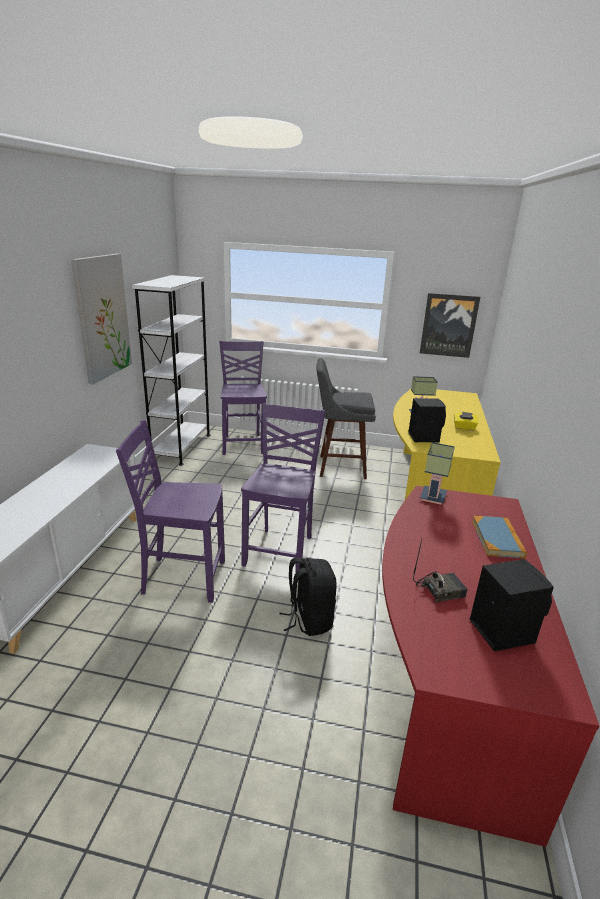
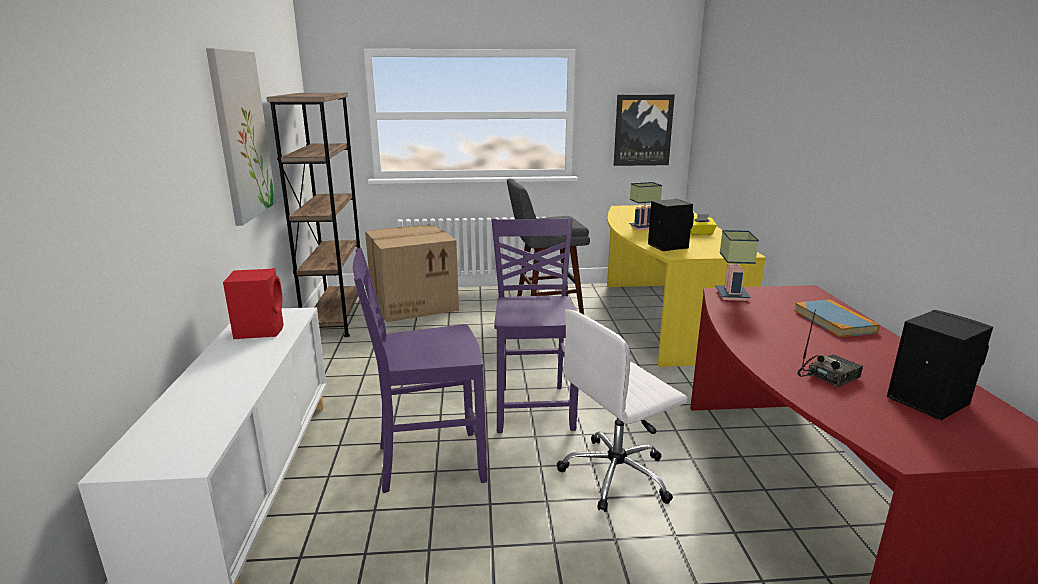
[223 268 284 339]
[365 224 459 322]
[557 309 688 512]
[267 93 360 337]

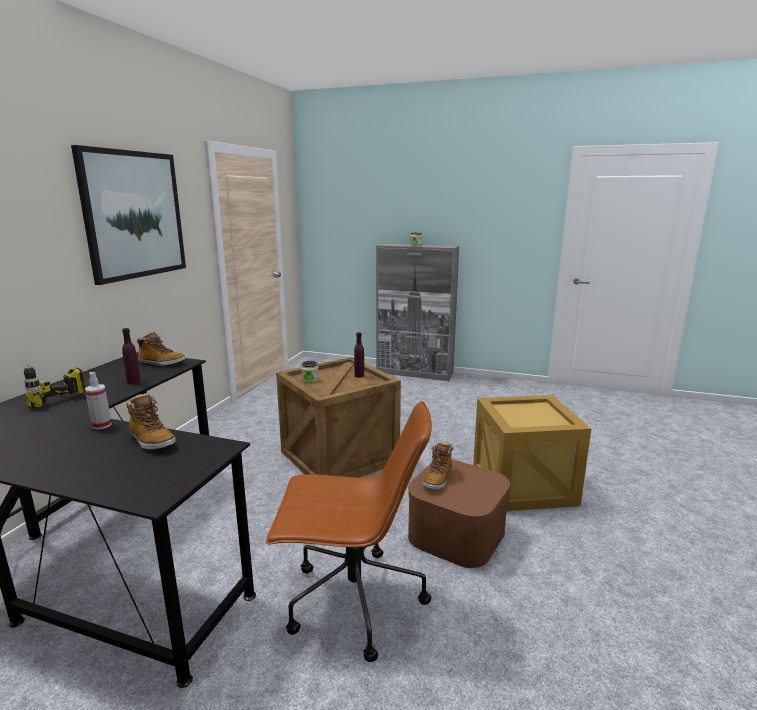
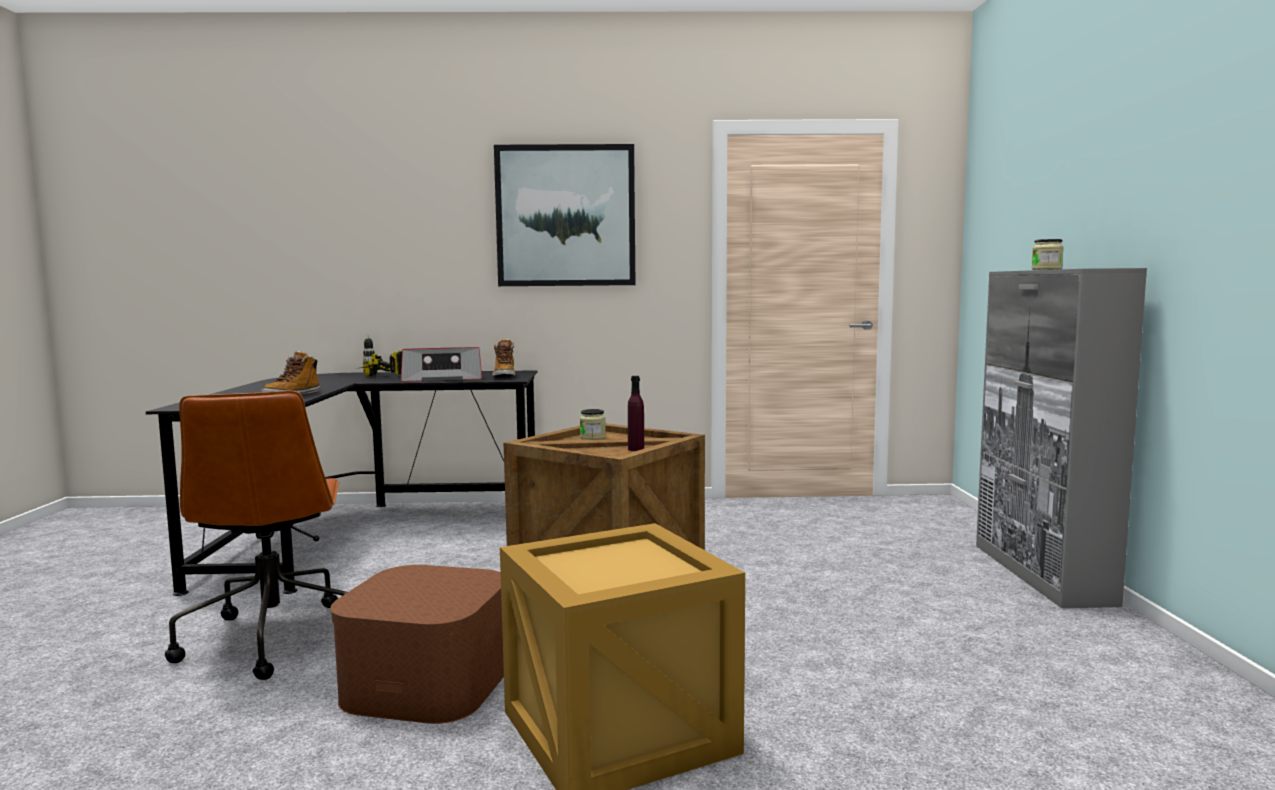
[85 372 112 430] (first image)
[423 442 453 490] (first image)
[401 347 482 382]

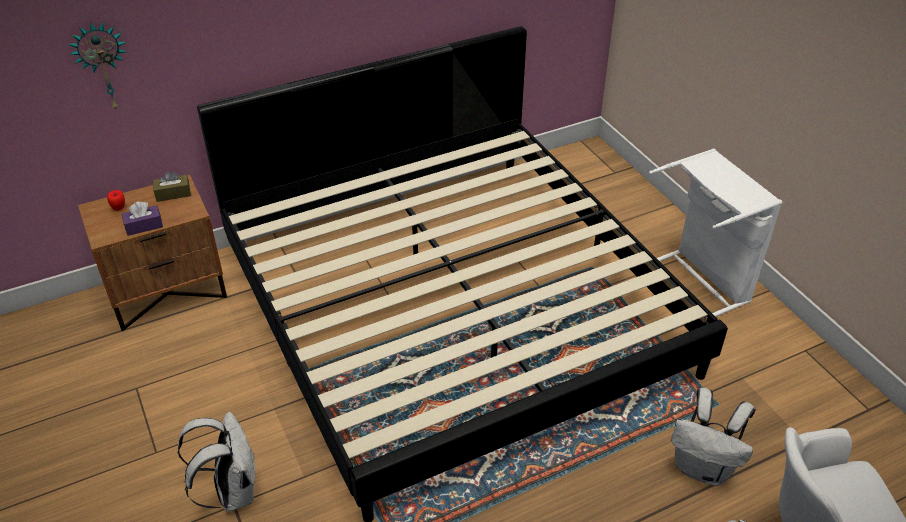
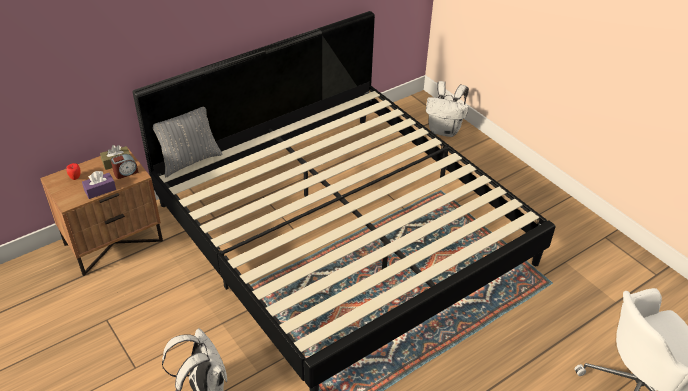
[68 22 126 111] (first image)
[649 148 782 317] (first image)
[111 154 139 179]
[153 107 222 177]
[426 81 469 137]

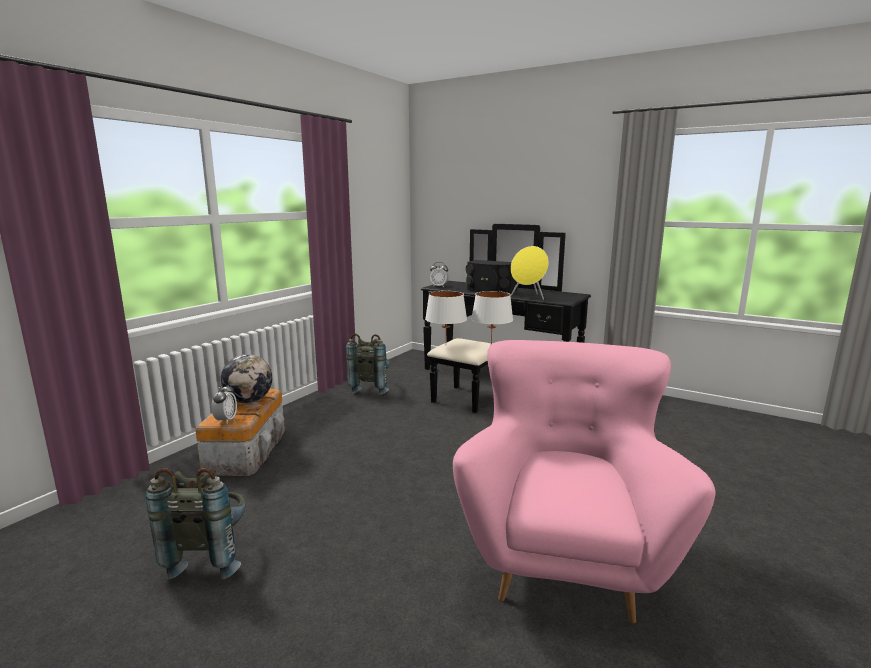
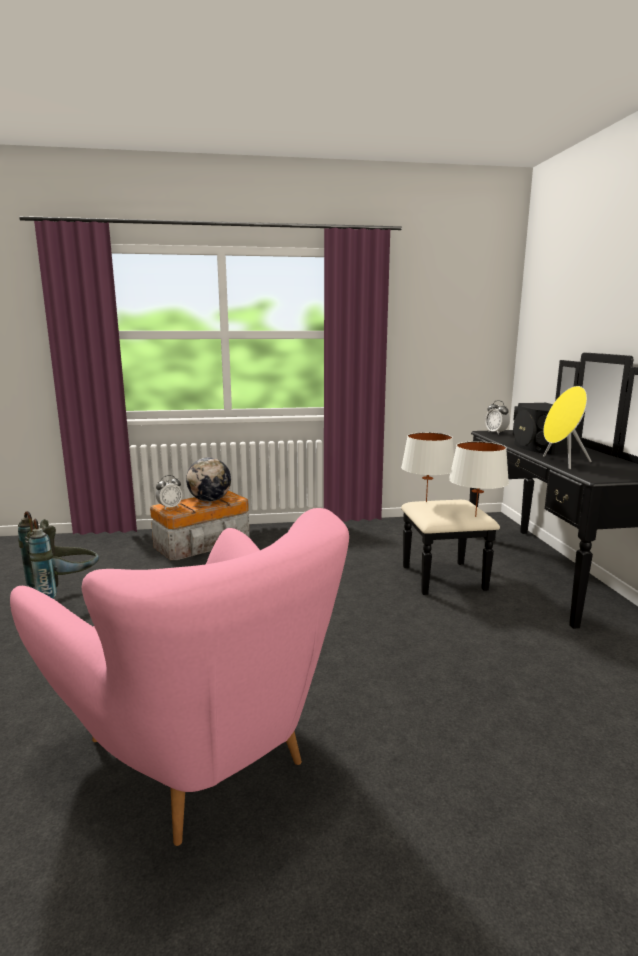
[346 334 390 395] (first image)
[10 508 349 846]

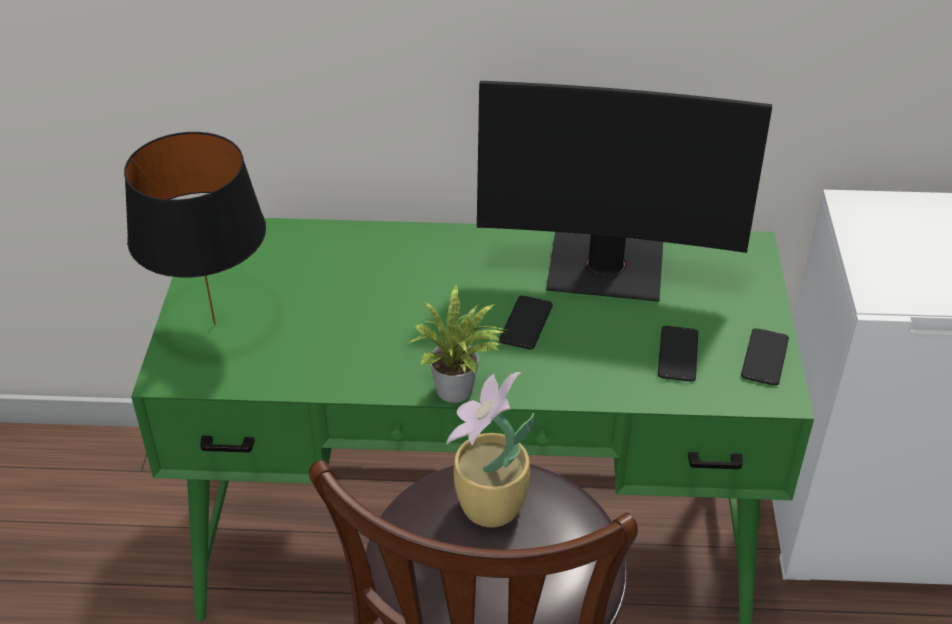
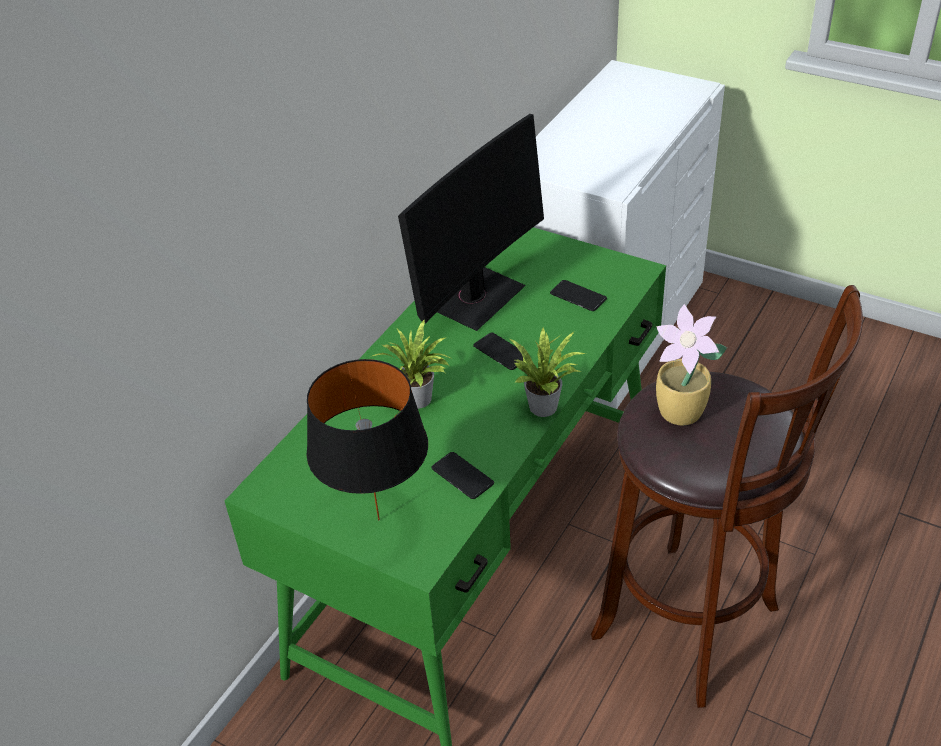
[371 319 453 409]
[431 452 494 499]

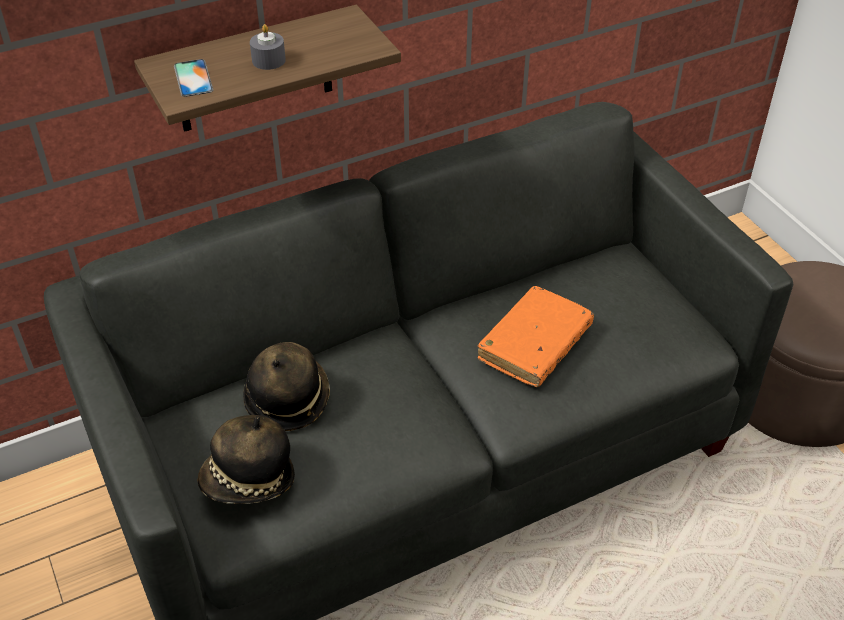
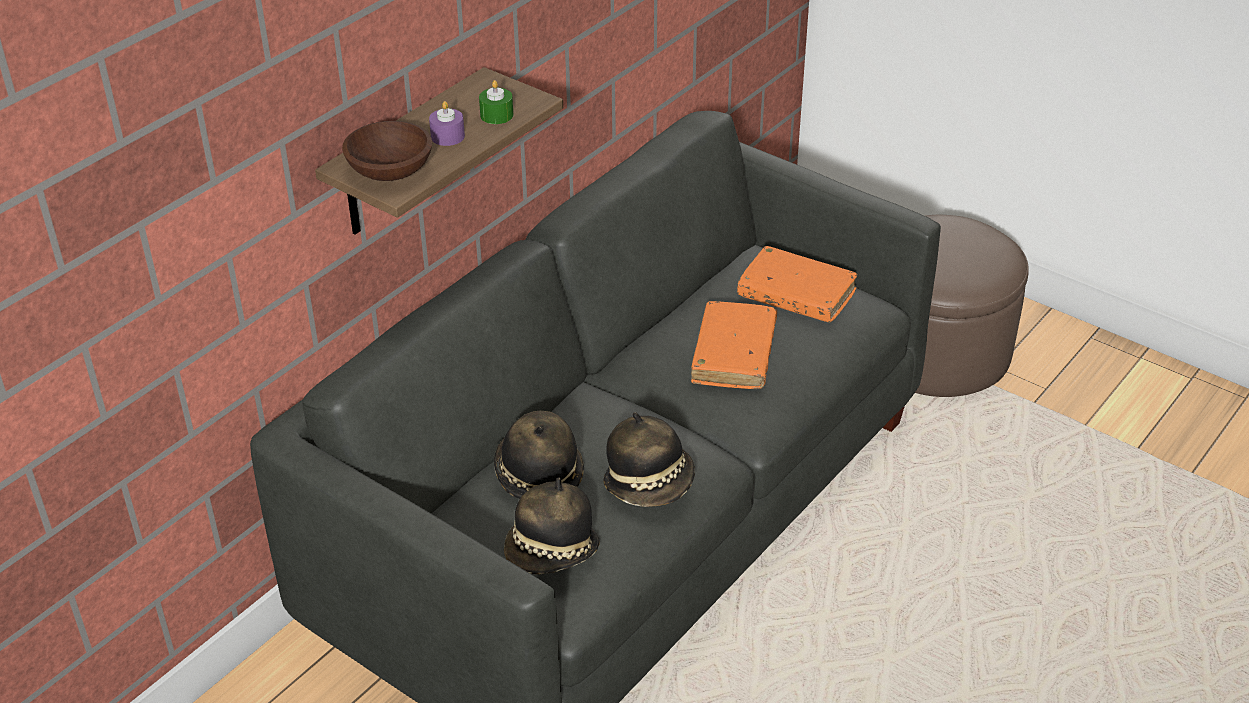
[479 80 513 124]
[603 412 695 507]
[737 246 857 323]
[342 121 432 181]
[429 101 465 146]

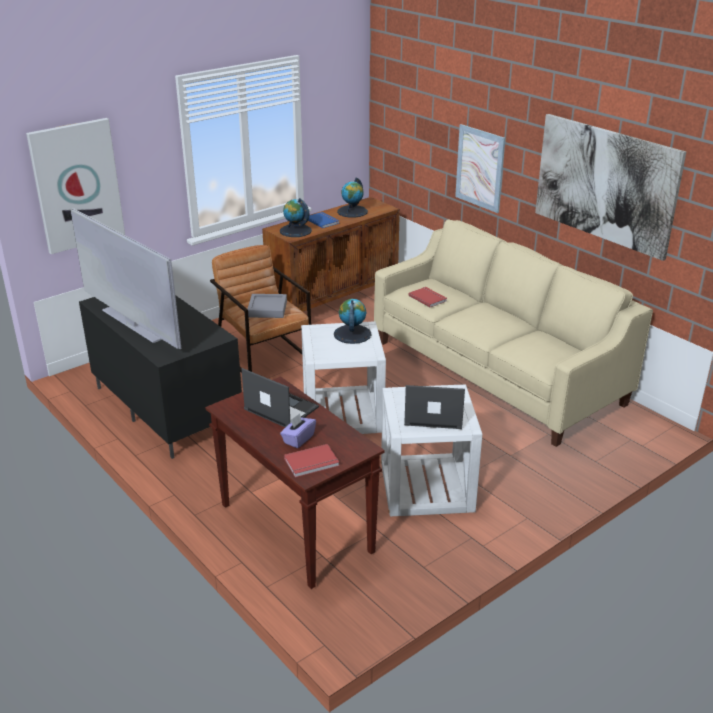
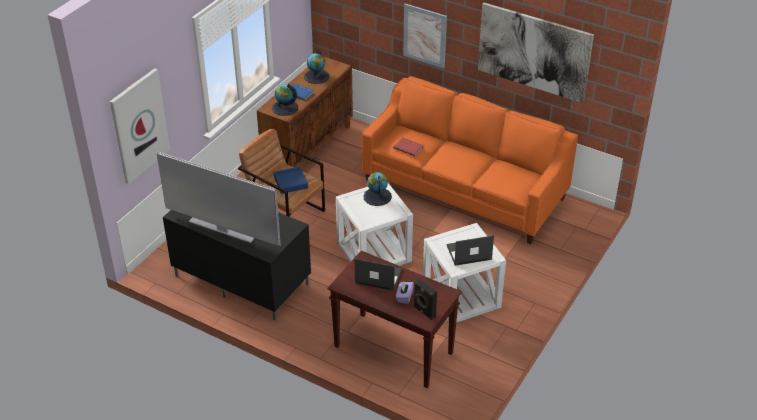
[413 278 437 320]
[274 167 308 194]
[362 76 578 244]

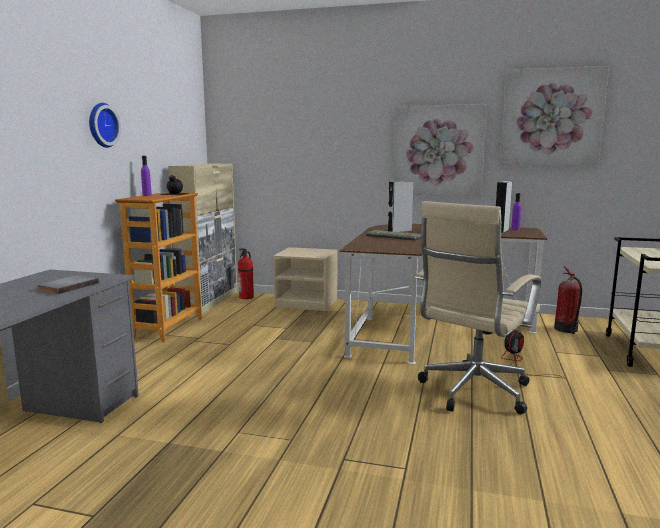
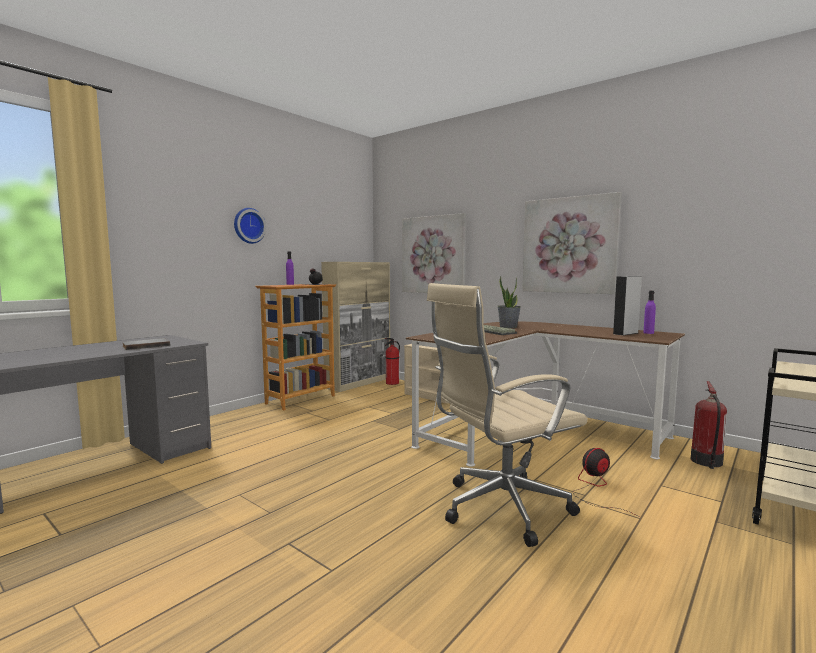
[402 213 466 293]
[497 276 521 328]

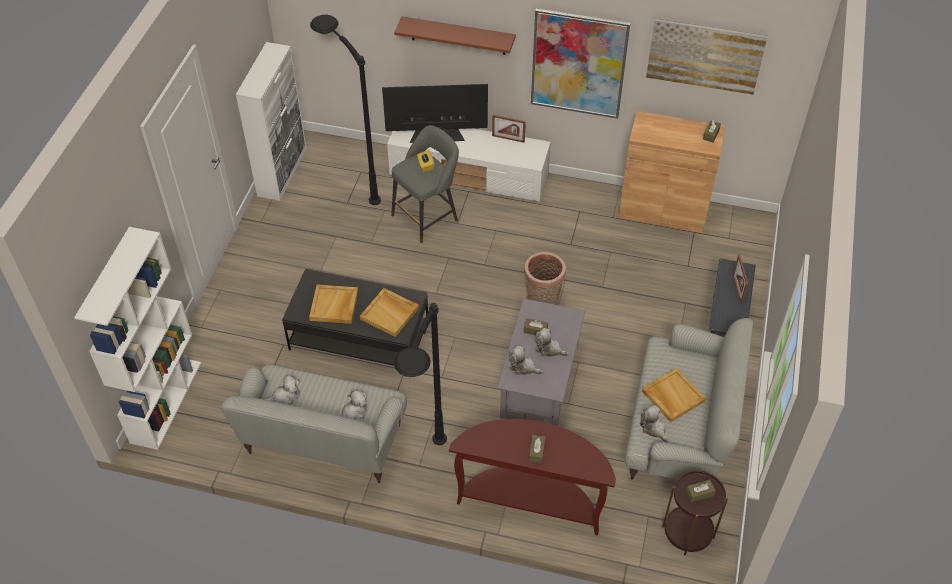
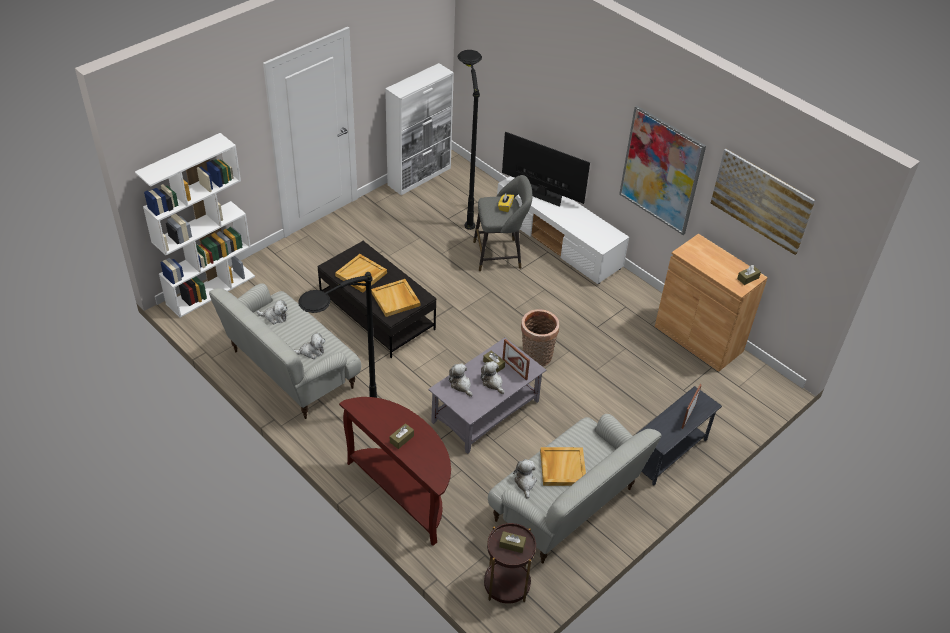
[394 16 516 55] (first image)
[503 339 530 380]

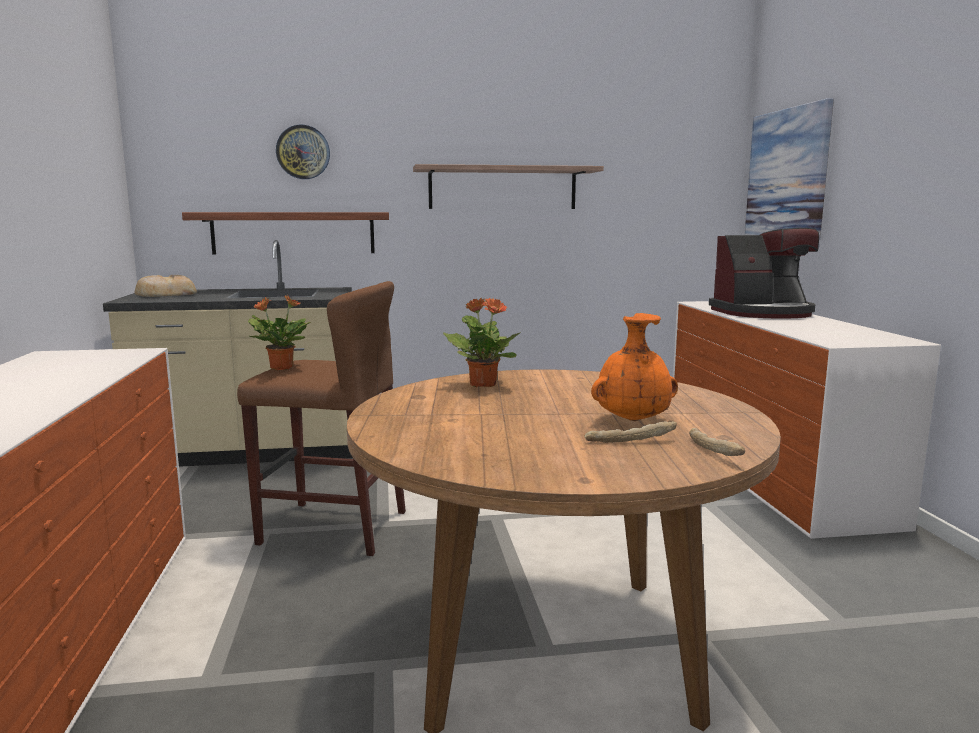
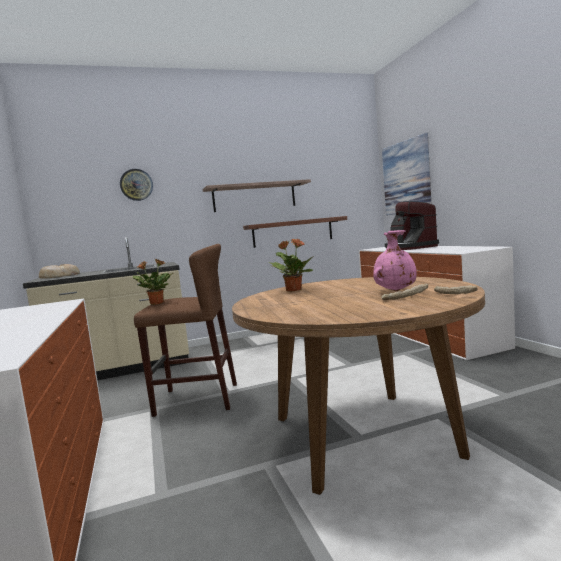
[243 216 347 248]
[373 230 417 291]
[385 201 439 250]

